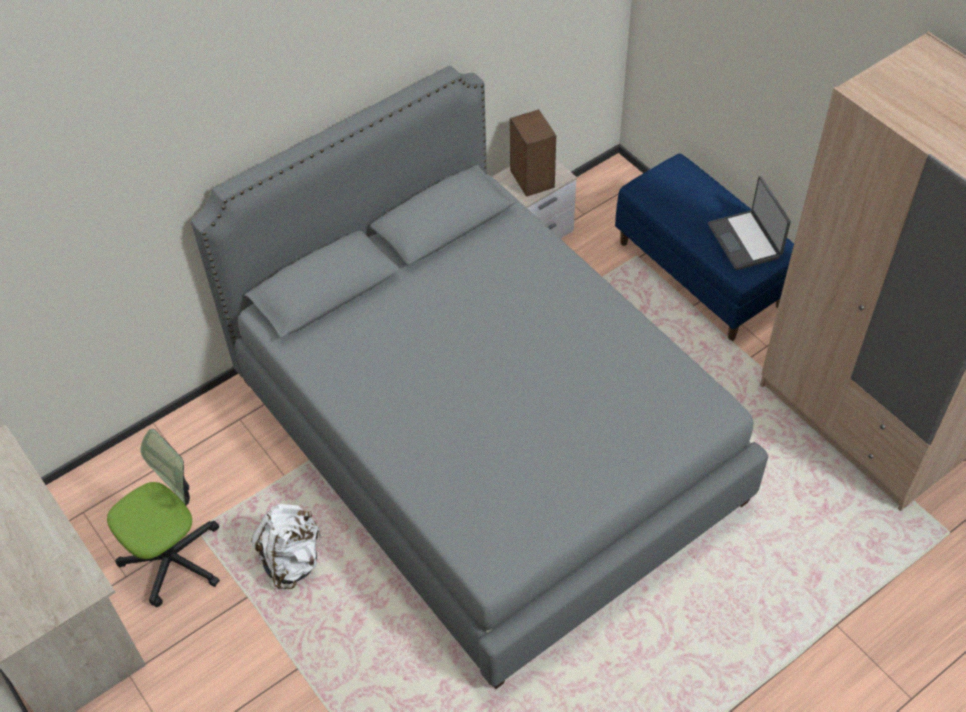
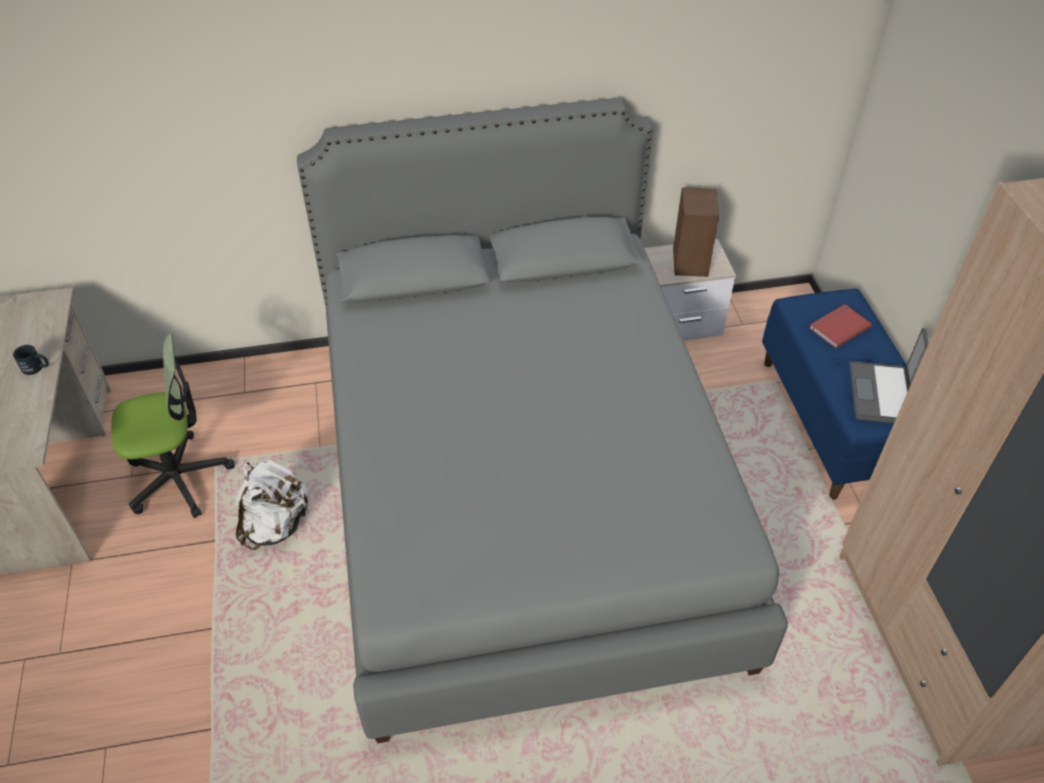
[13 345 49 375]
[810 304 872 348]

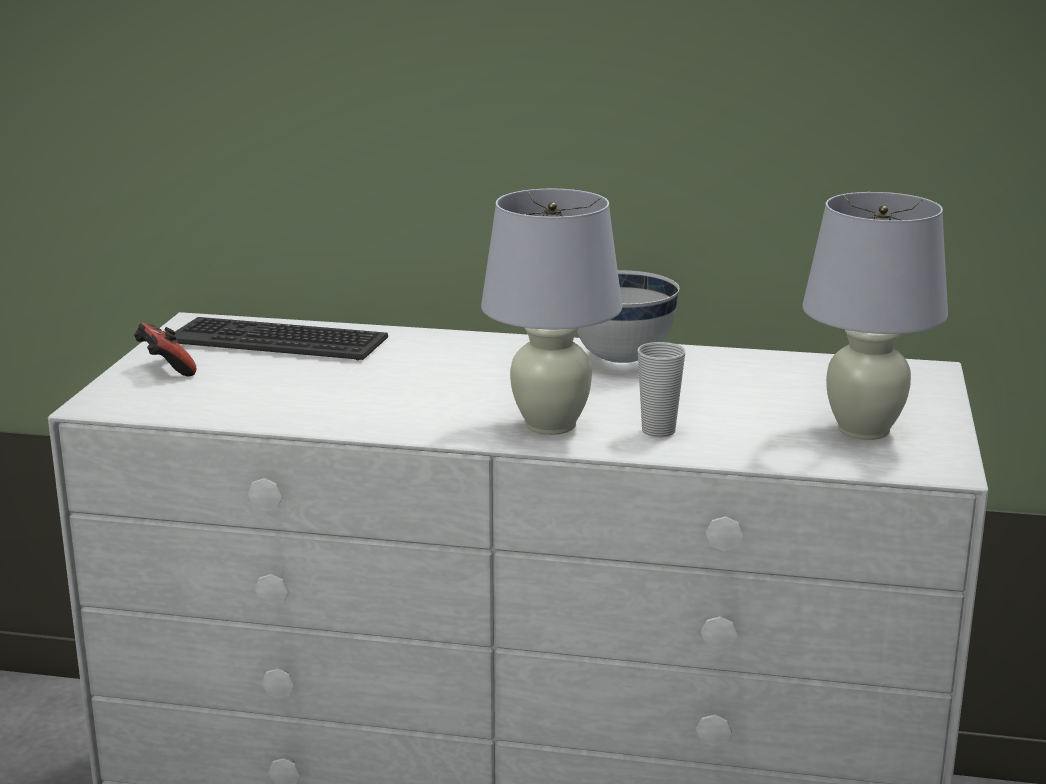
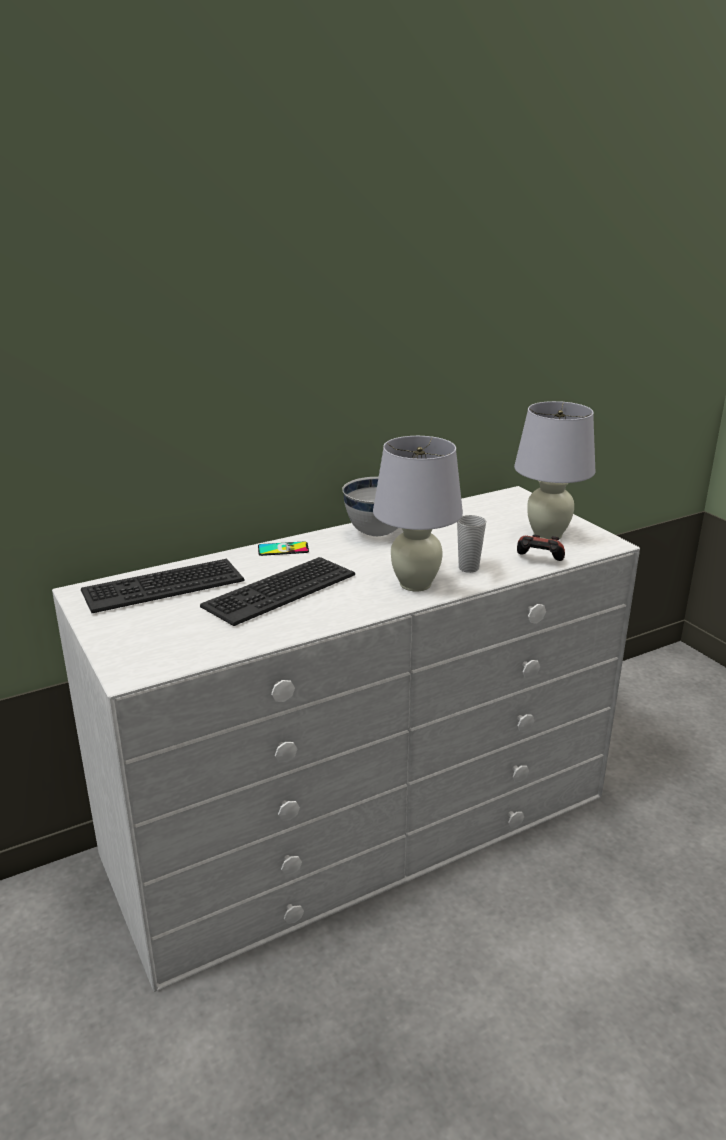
[200 557 355 626]
[258 541 309 556]
[517 535 565 561]

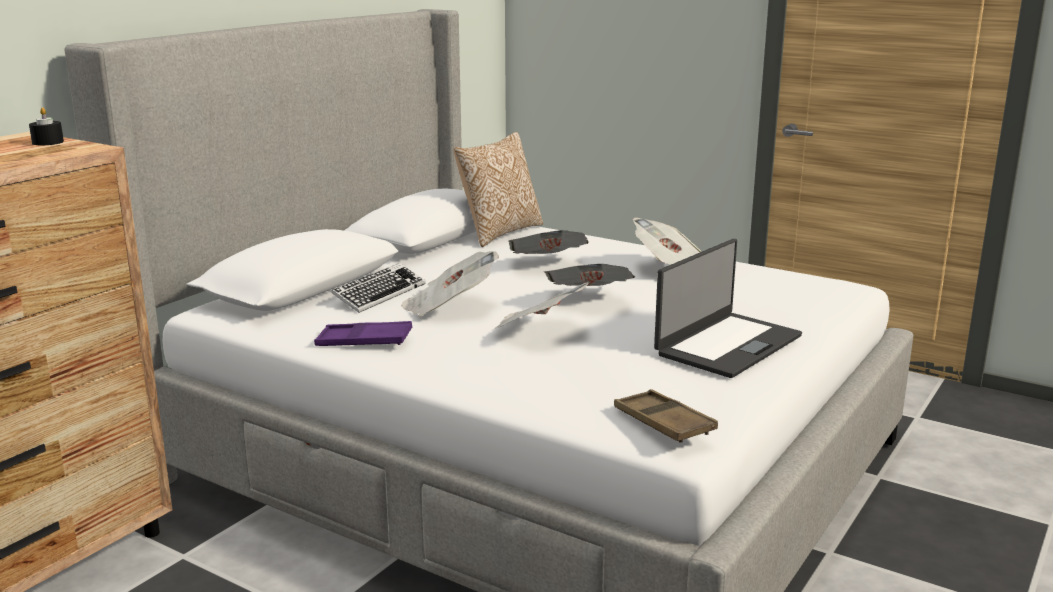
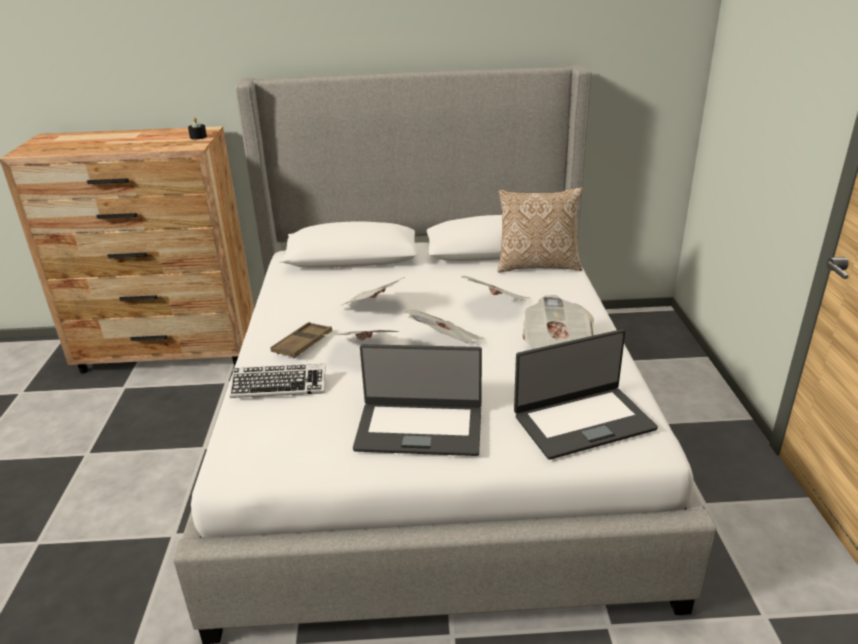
[314 321 412 346] (first image)
[514 329 658 460]
[230 364 326 398]
[270 322 332 358]

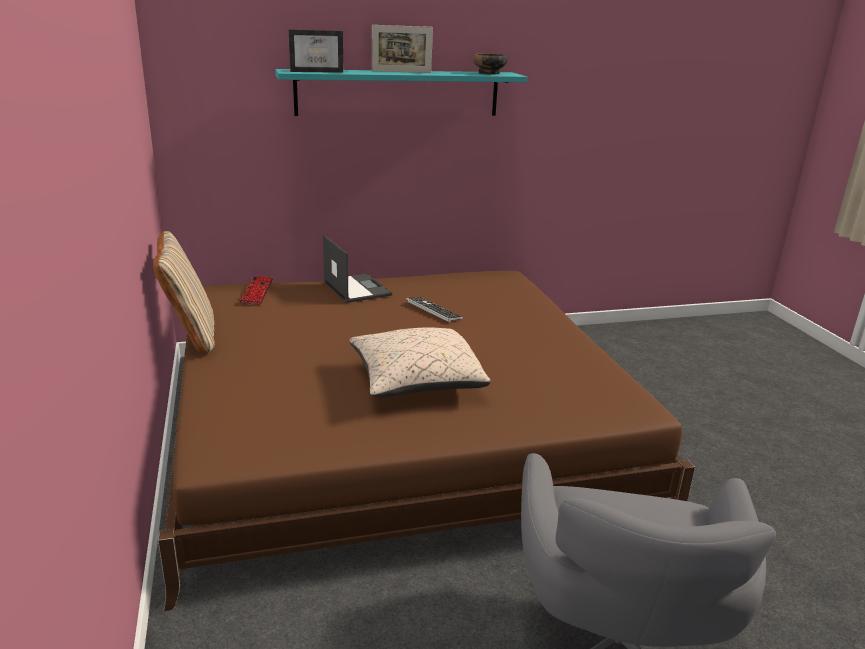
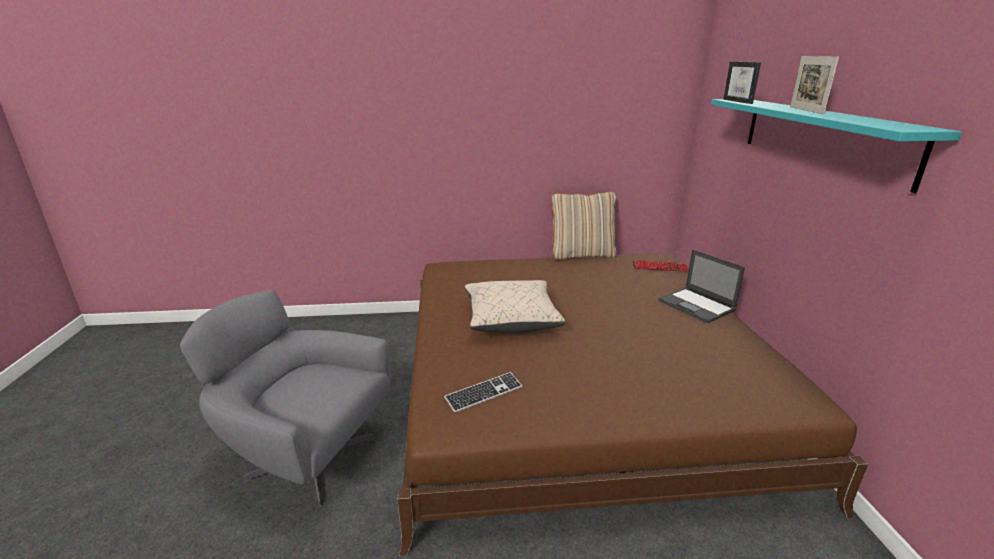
[473 53 508 74] (first image)
[444 372 522 413]
[658 249 745 323]

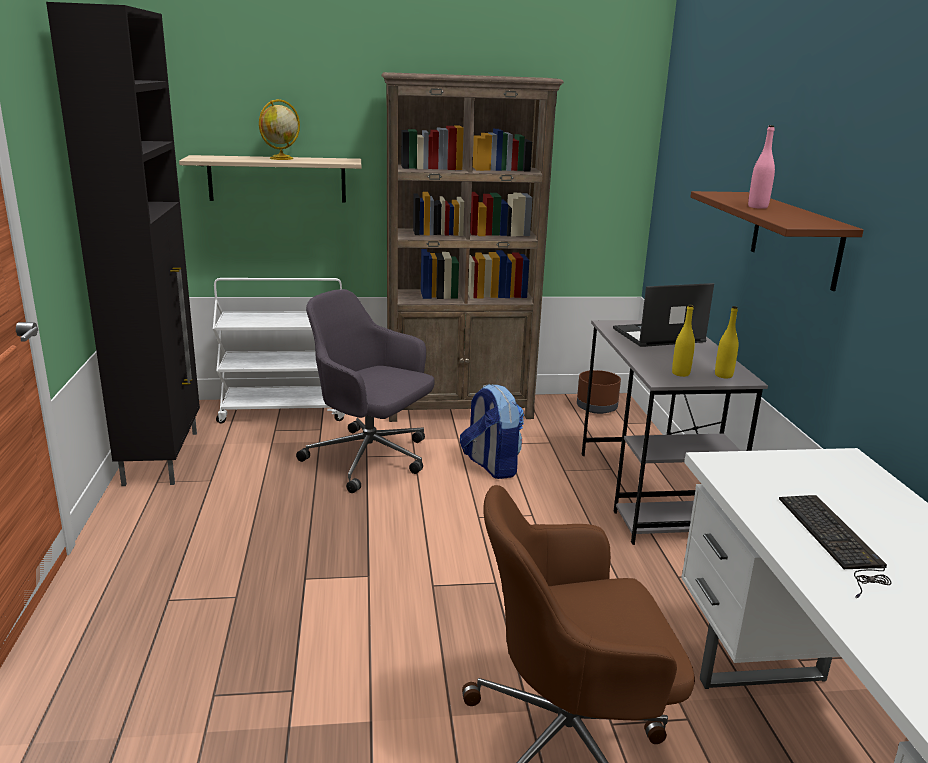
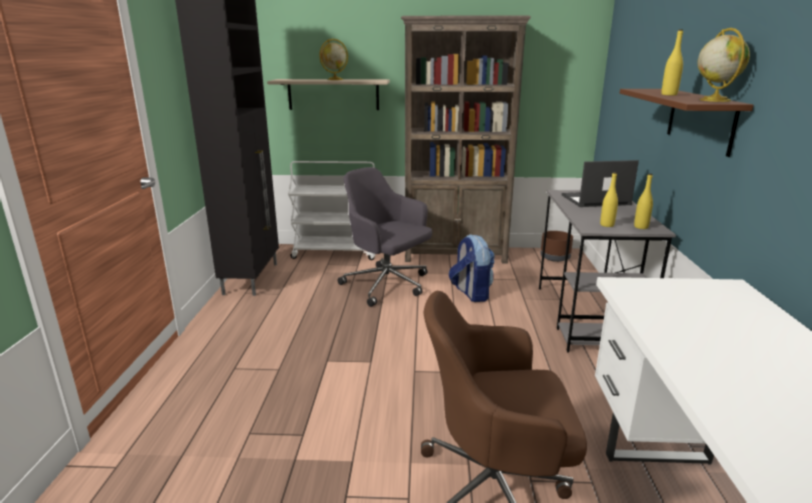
[779 495 891 598] (first image)
[698 28 750 102]
[661 29 683 95]

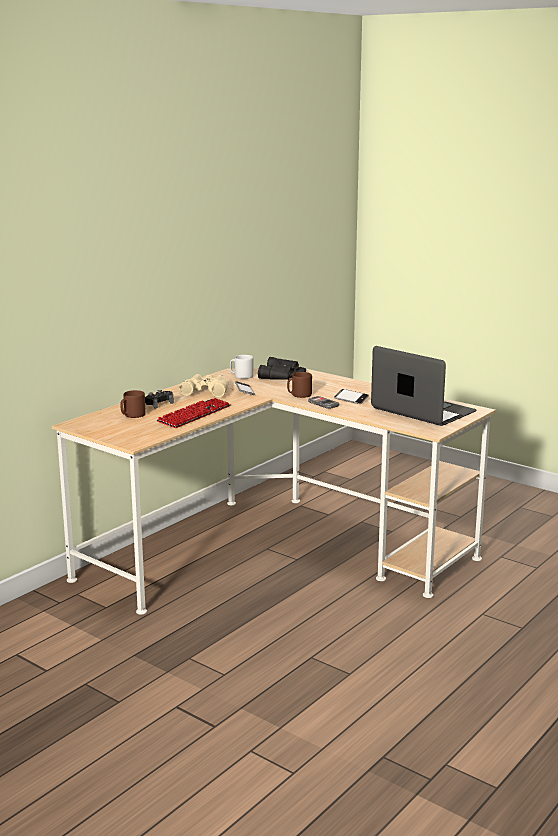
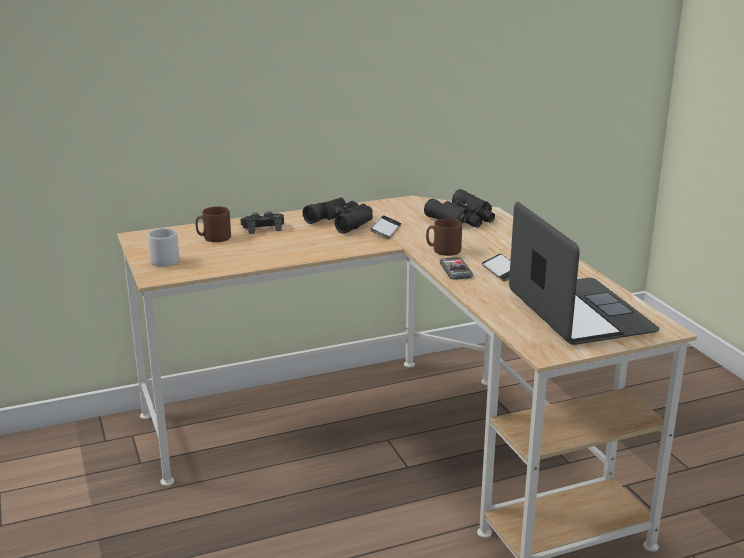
[157 398 230 428] (first image)
[148 228 179 267]
[303 198 373 234]

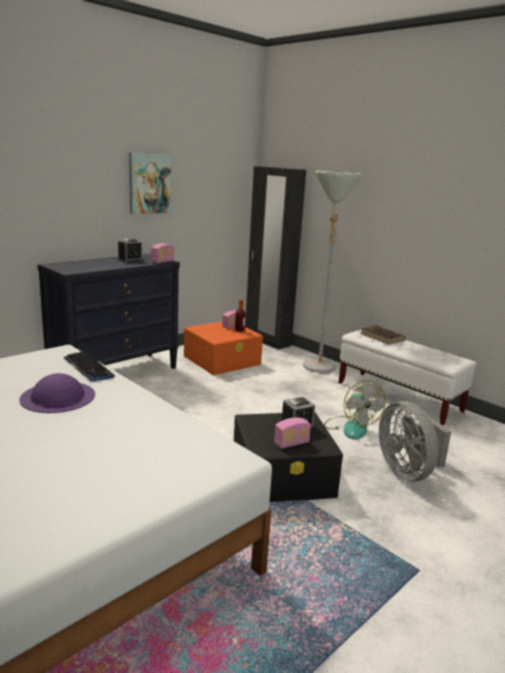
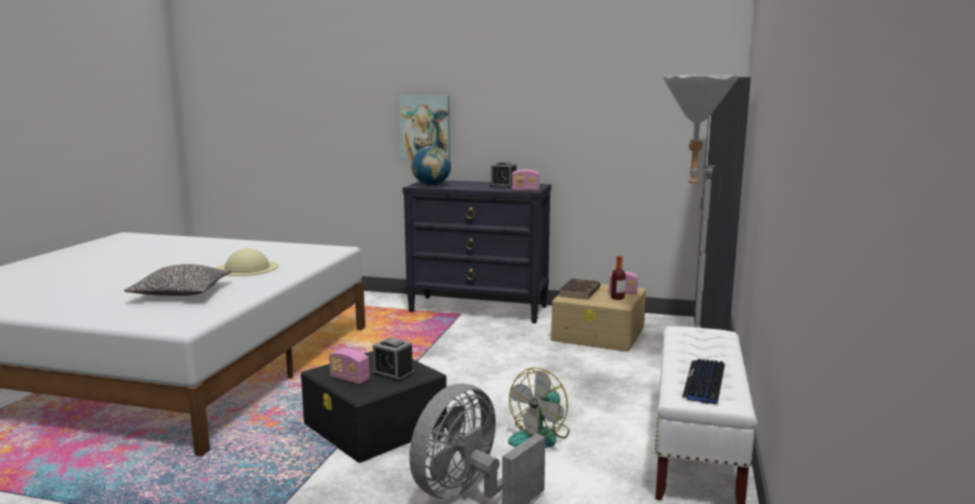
[124 264 232 296]
[411 146 451 186]
[682 359 725 405]
[399 95 450 160]
[559 278 601 300]
[217 248 279 276]
[551 283 646 352]

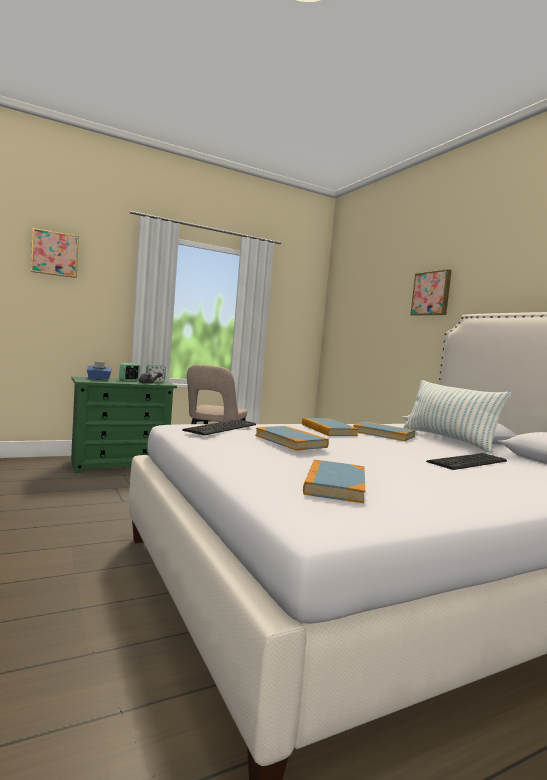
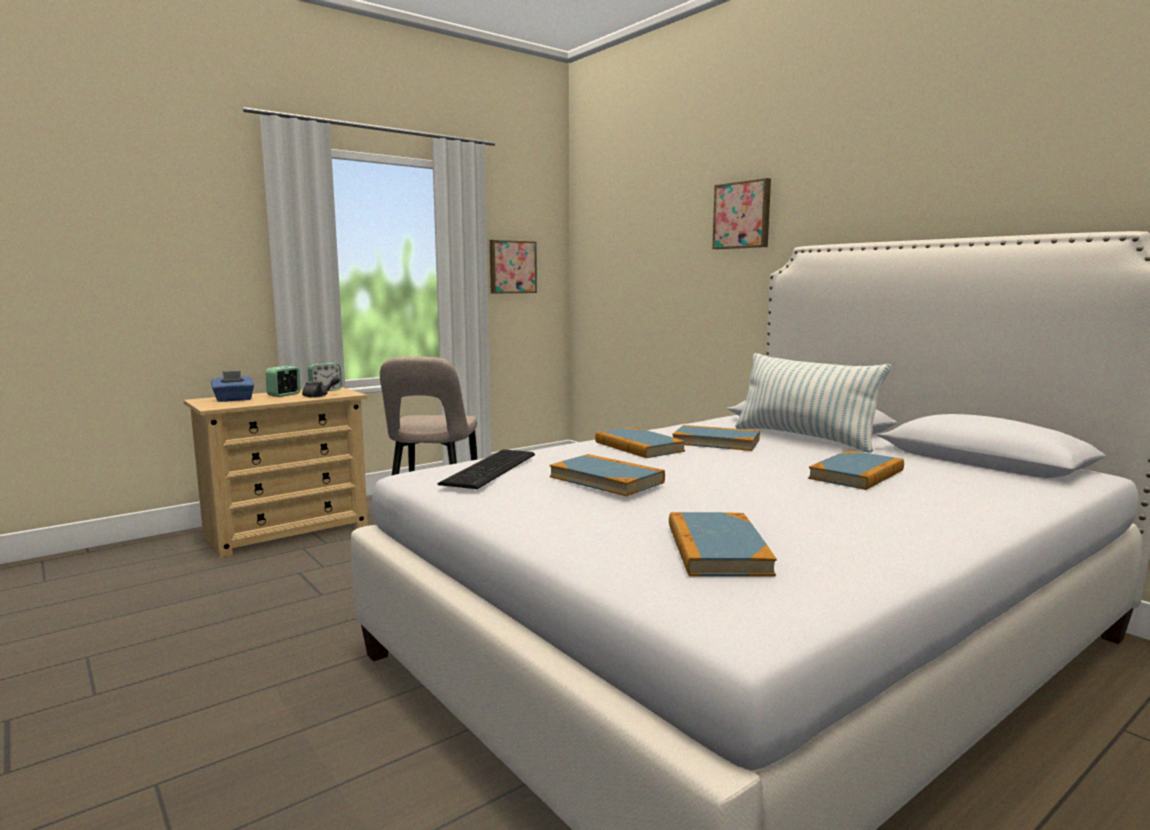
[490 240 537 293]
[808 451 904 490]
[184 387 368 558]

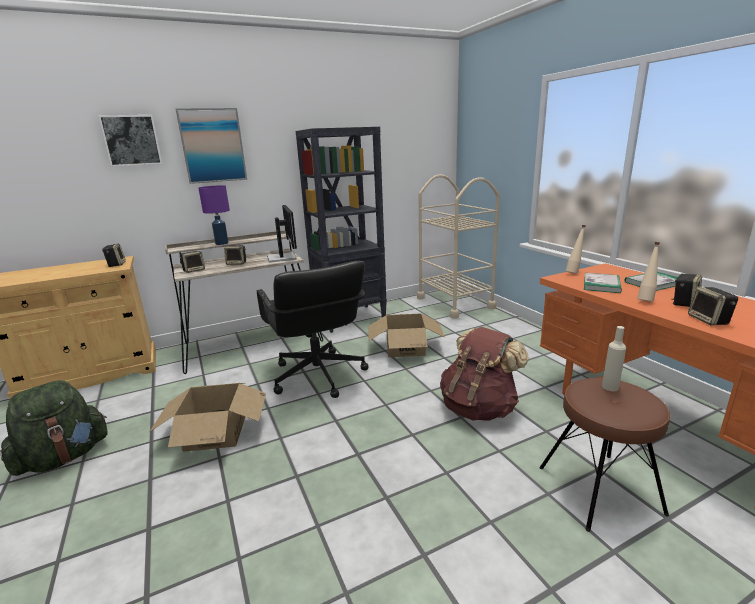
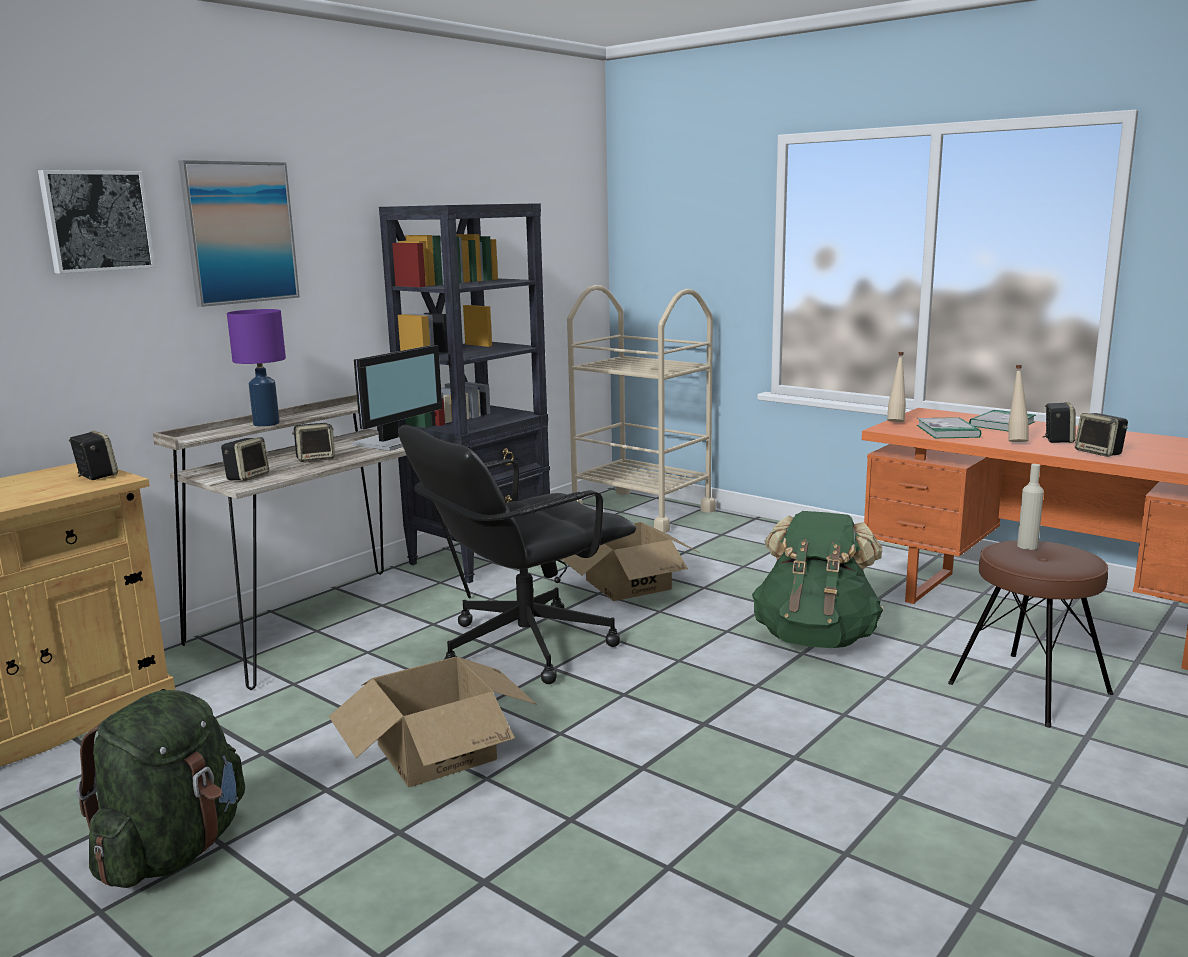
[752 511 883 648]
[398 425 636 684]
[352 345 442 451]

